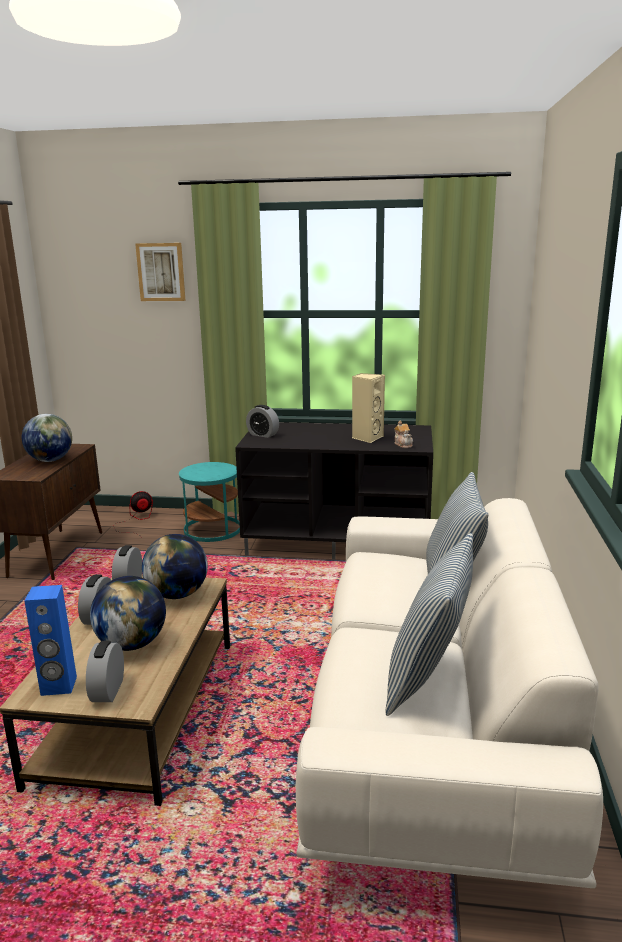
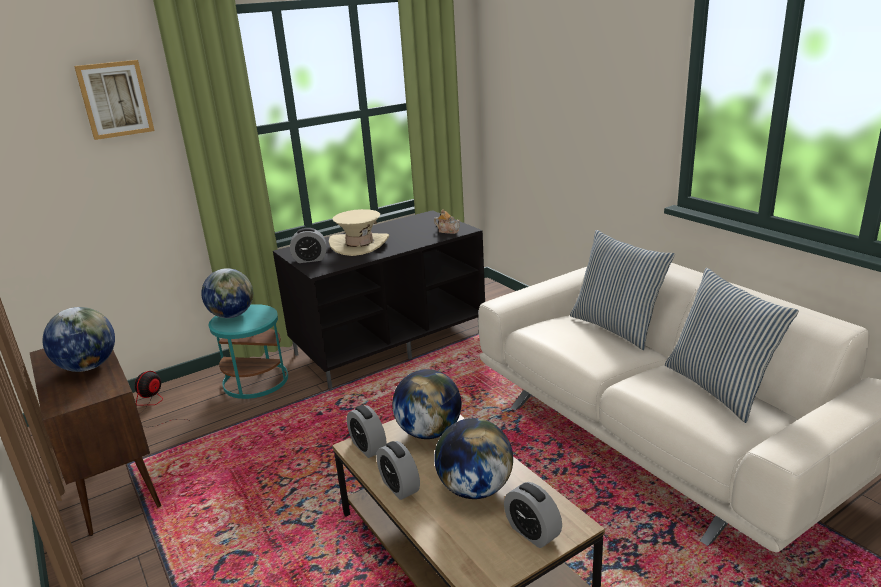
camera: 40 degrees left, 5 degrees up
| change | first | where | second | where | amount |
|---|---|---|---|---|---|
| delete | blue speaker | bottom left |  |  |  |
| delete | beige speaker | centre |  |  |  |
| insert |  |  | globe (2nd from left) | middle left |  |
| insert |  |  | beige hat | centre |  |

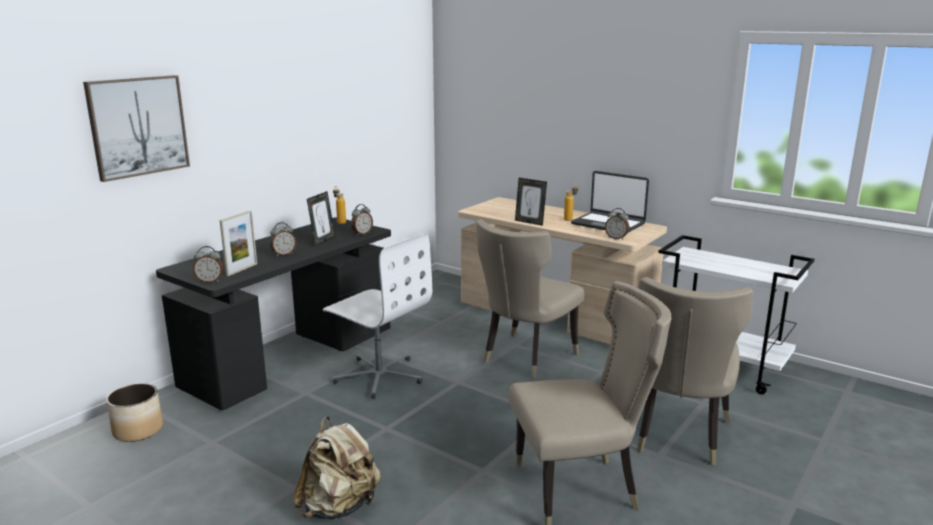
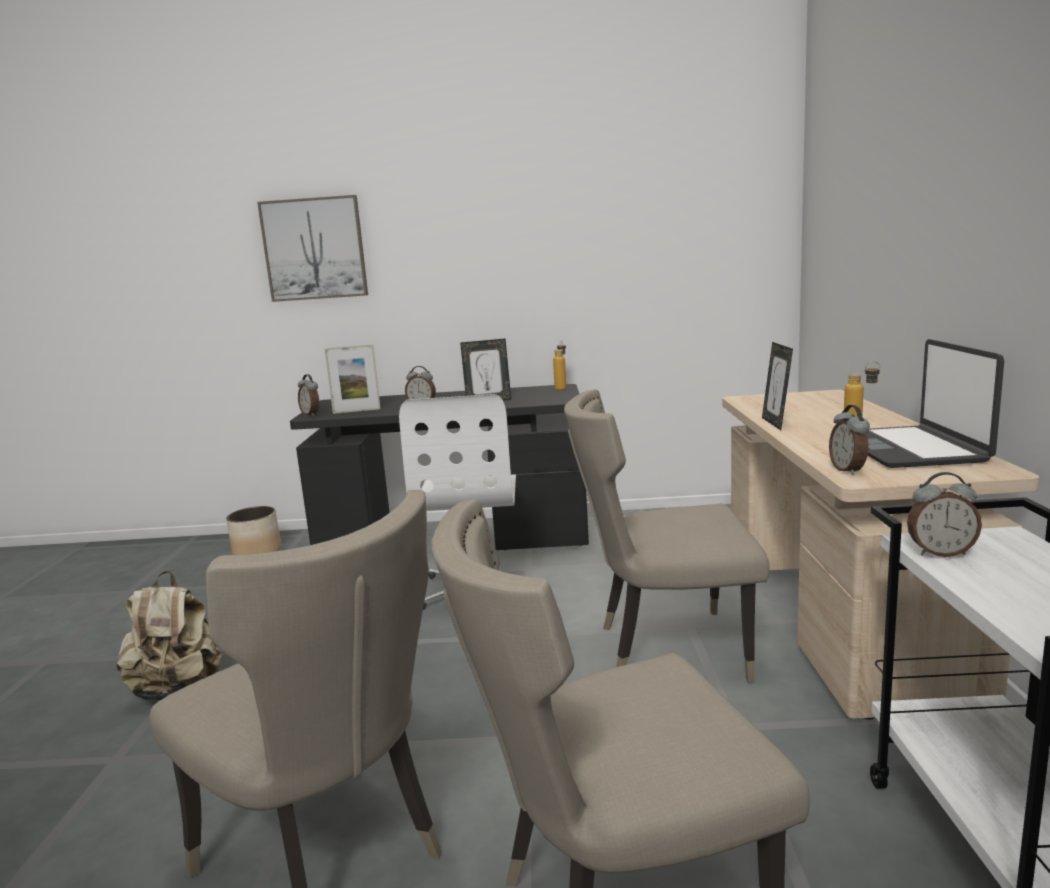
camera: 55 degrees right, 5 degrees down
| change | first | where | second | where | amount |
|---|---|---|---|---|---|
| move | alarm clock (3rd from left in the first image) | centre | alarm clock (4th from left) | middle right |  |

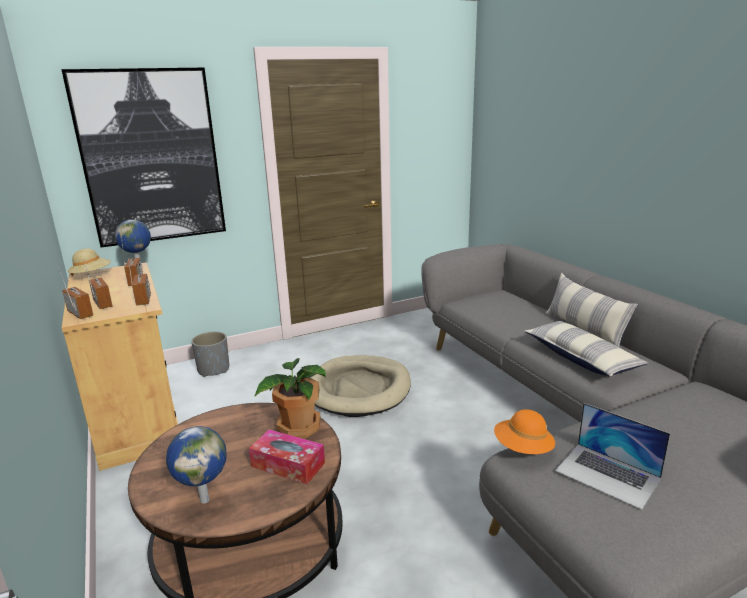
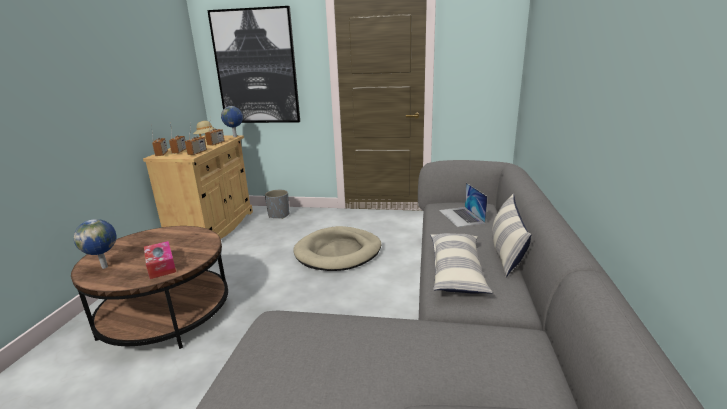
camera: 35 degrees right, 0 degrees up
| change | first | where | second | where | amount |
|---|---|---|---|---|---|
| delete | potted plant | centre |  |  |  |
| delete | orange hat | bottom right |  |  |  |
| move | laptop | bottom right |  | centre |  |

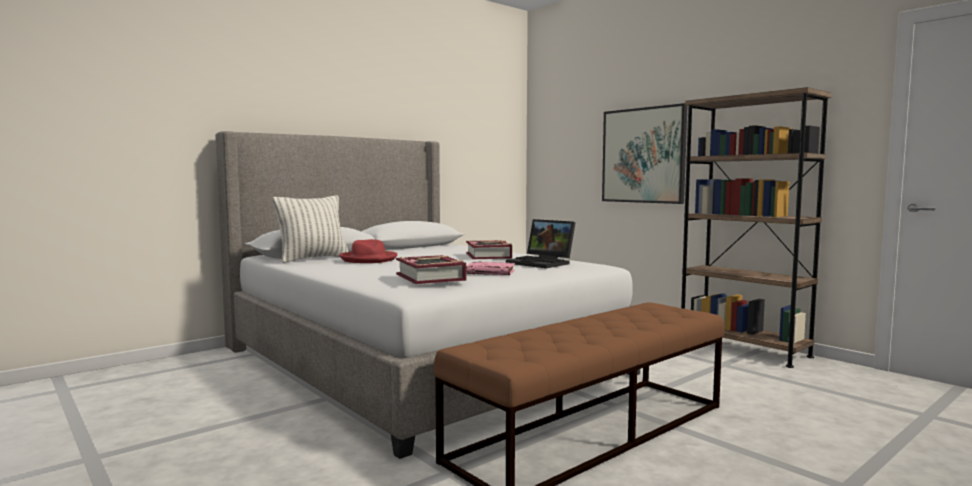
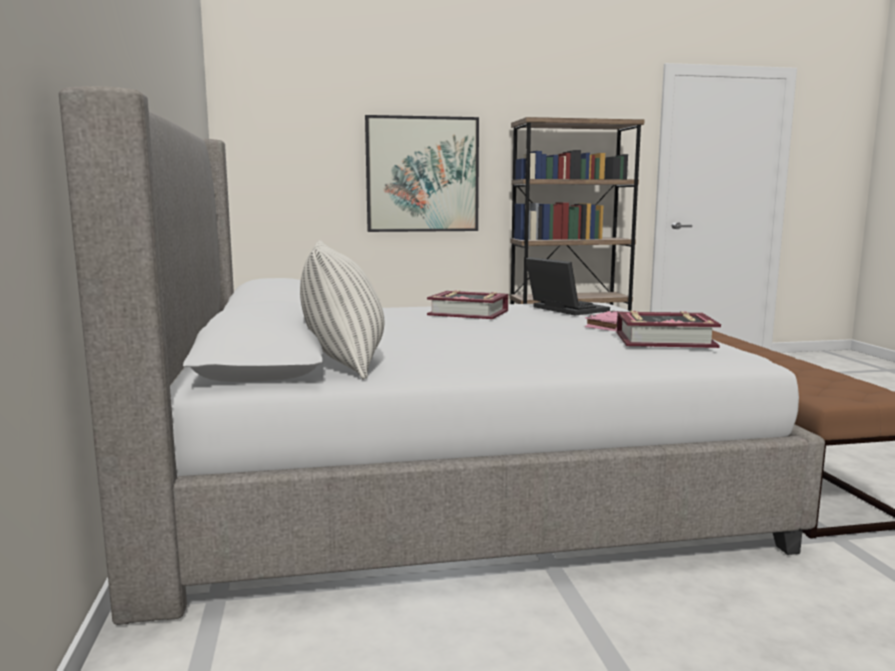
camera: 60 degrees left, 5 degrees up
| change | first | where | second | where | amount |
|---|---|---|---|---|---|
| delete | red hat | centre |  |  |  |
| rotate | laptop | centre |  | centre | 105 degrees counterclockwise |

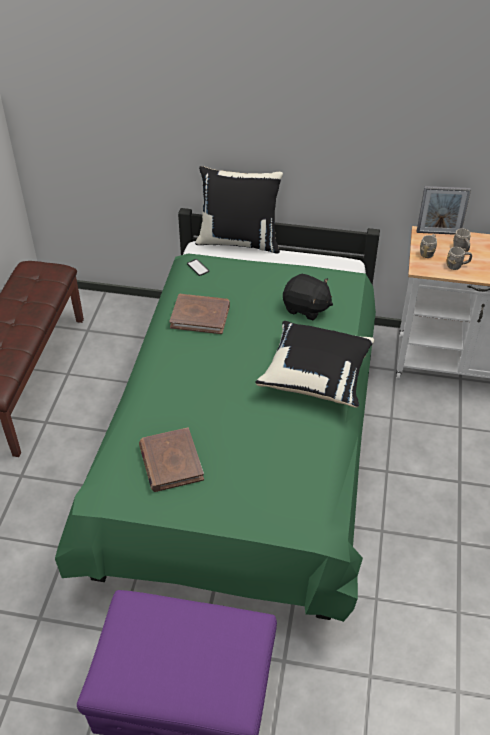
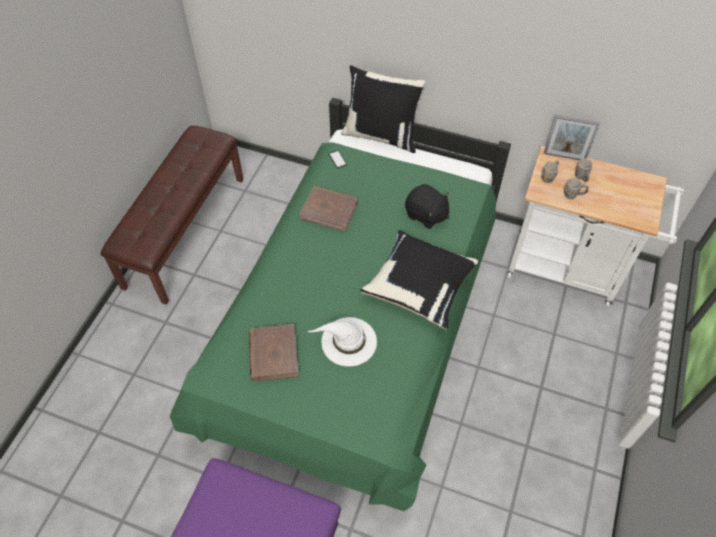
camera: 10 degrees right, 10 degrees up
| change | first | where | second | where | amount |
|---|---|---|---|---|---|
| insert |  |  | white hat | centre |  |

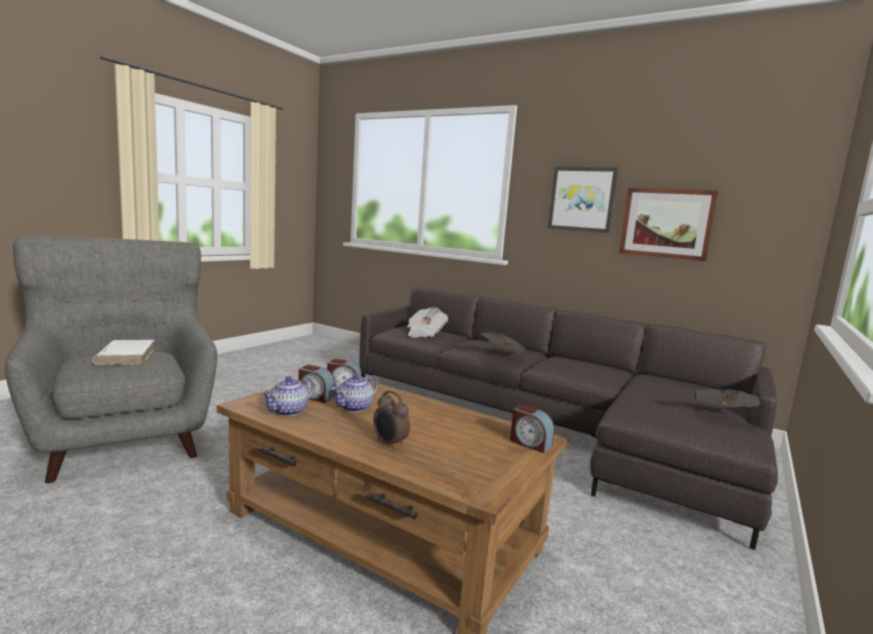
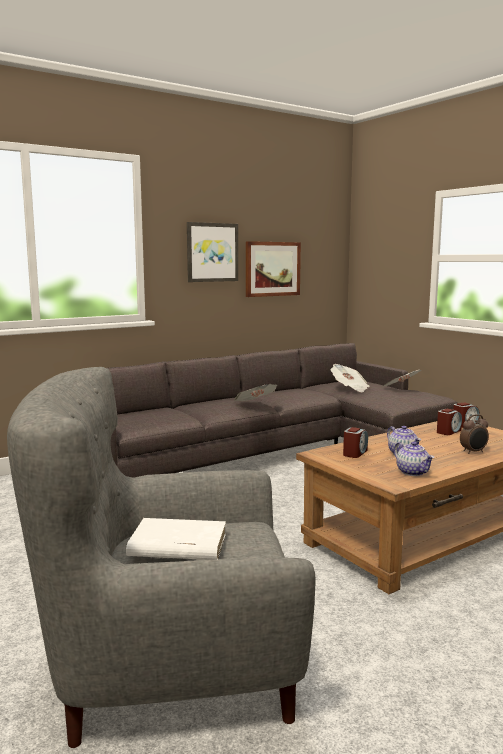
camera: 65 degrees left, 0 degrees up
| change | first | where | second | where | amount |
|---|---|---|---|---|---|
| move | alarm clock (1st from left in the first image) | centre | alarm clock (2nd from left) | middle right |  |
| move | newspaper (1st from left in the first image) | centre | newspaper (2nd from left) | middle right |  |

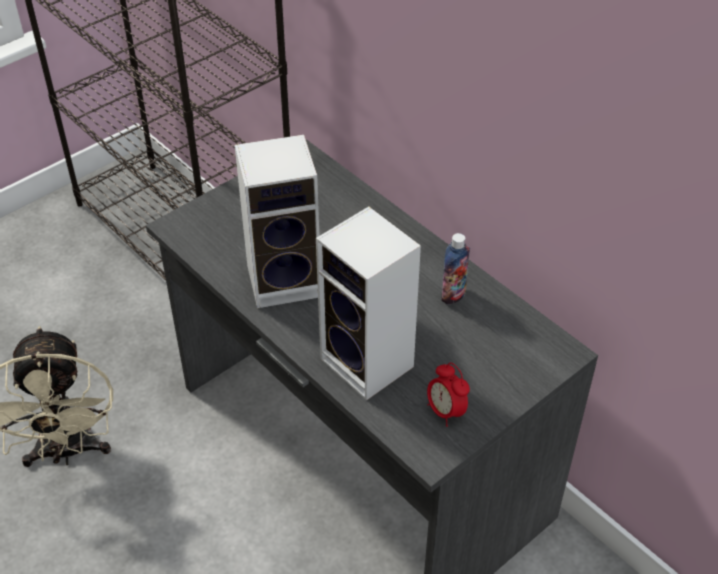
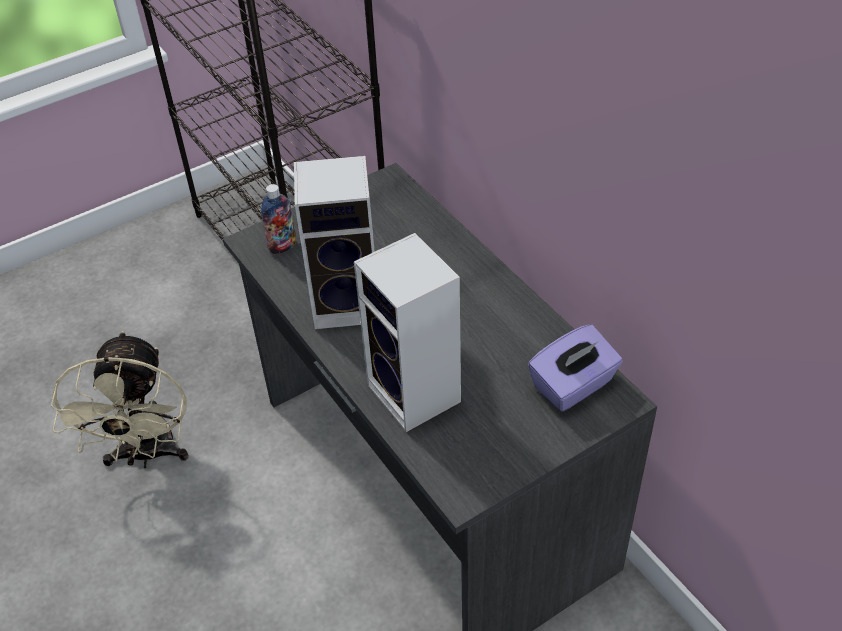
camera: 10 degrees right, 0 degrees up
| change | first | where | second | where | amount |
|---|---|---|---|---|---|
| delete | alarm clock | bottom centre |  |  |  |
| move | bottle | centre |  | middle left |  |
| insert |  |  | purple tissue box | middle right |  |

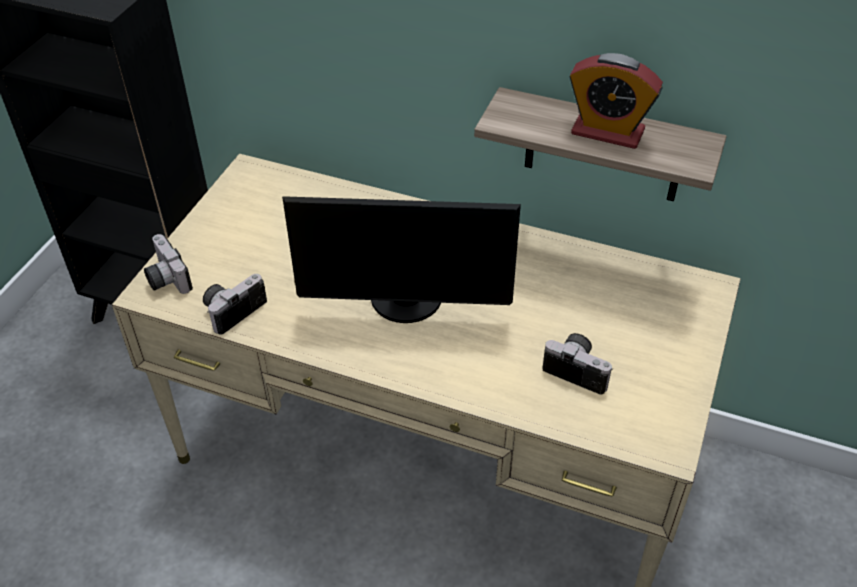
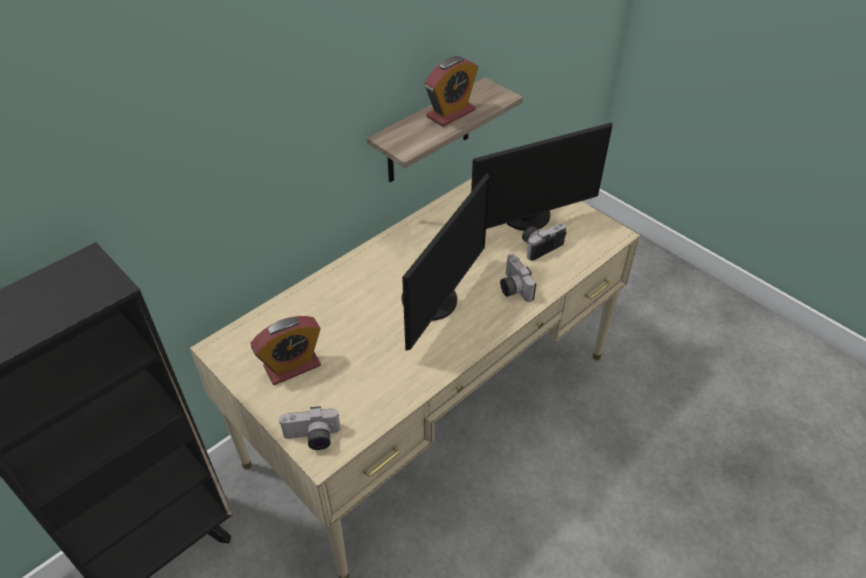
camera: 65 degrees left, 0 degrees up
| change | first | where | second | where | amount |
|---|---|---|---|---|---|
| move | photo camera (2nd from left) | middle left |  | centre |  |
| insert |  |  | alarm clock (1st from left) | middle left |  |
| insert |  |  | monitor (2nd from left) | top centre |  |

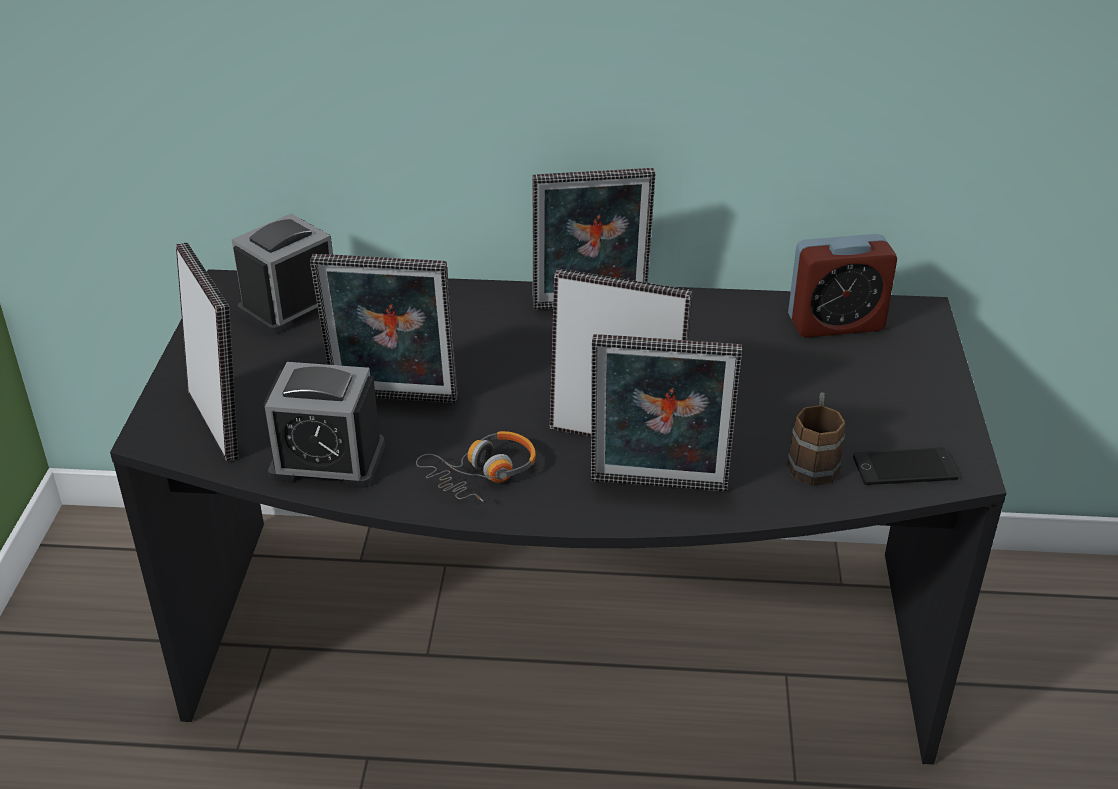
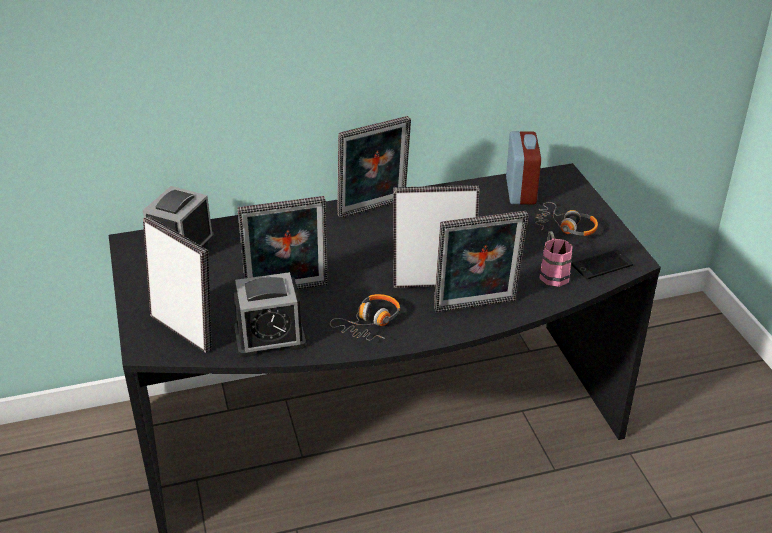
camera: 20 degrees left, 0 degrees up
| change | first | where | second | where | amount |
|---|---|---|---|---|---|
| recolor | brown mug | middle right | pink mug | middle right |  |
| rotate | alarm clock (3rd from left) | middle right |  | top right | 60 degrees counterclockwise |
| insert |  |  | headphones (2nd from left) | middle right |  |

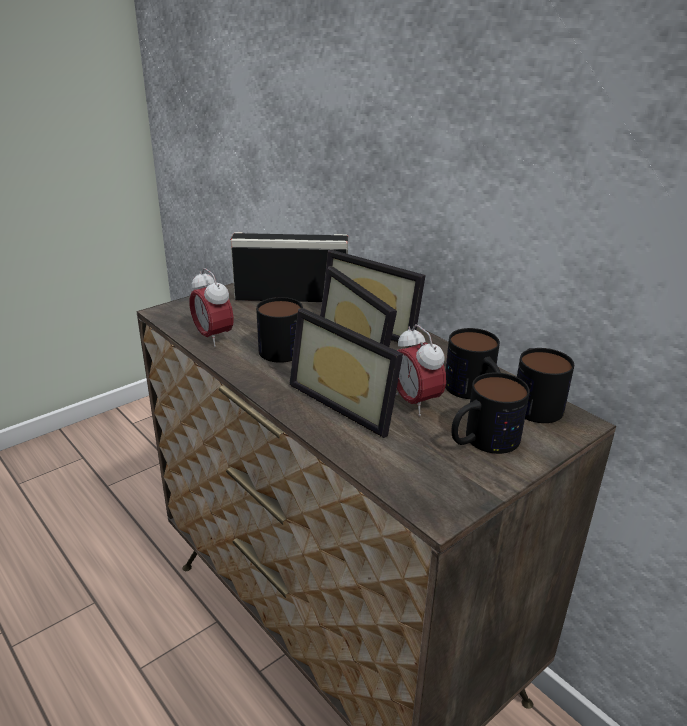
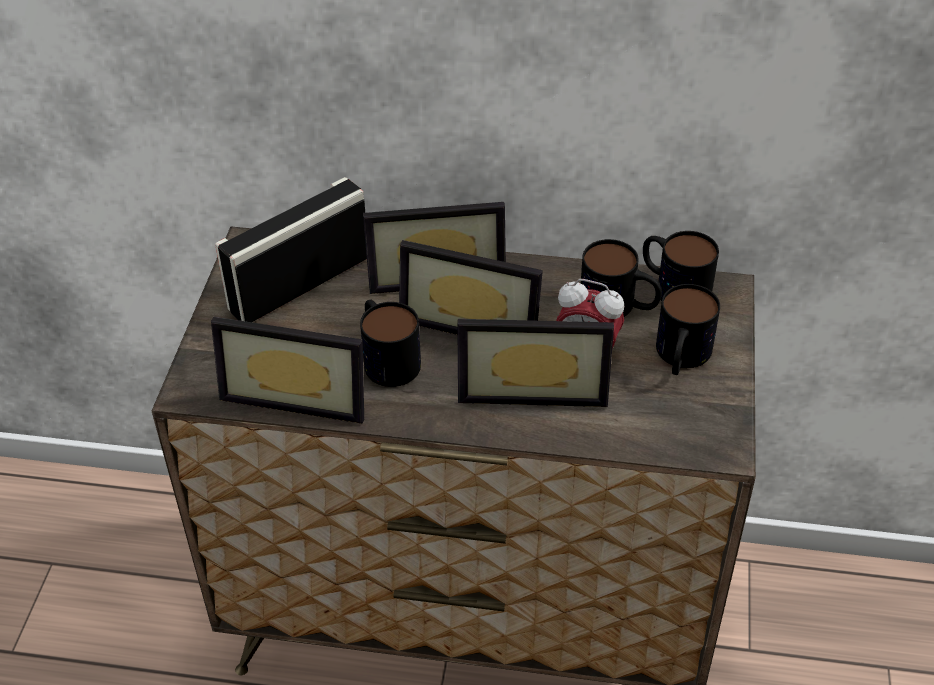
camera: 40 degrees left, 15 degrees up
| change | first | where | second | where | amount |
|---|---|---|---|---|---|
| replace | alarm clock (1st from left) | middle left | picture frame (1st from left) | middle left |  |

